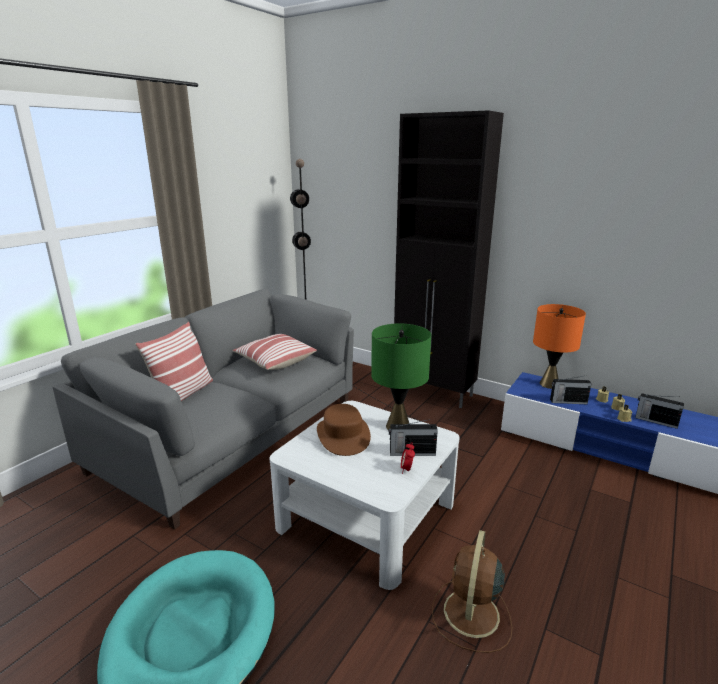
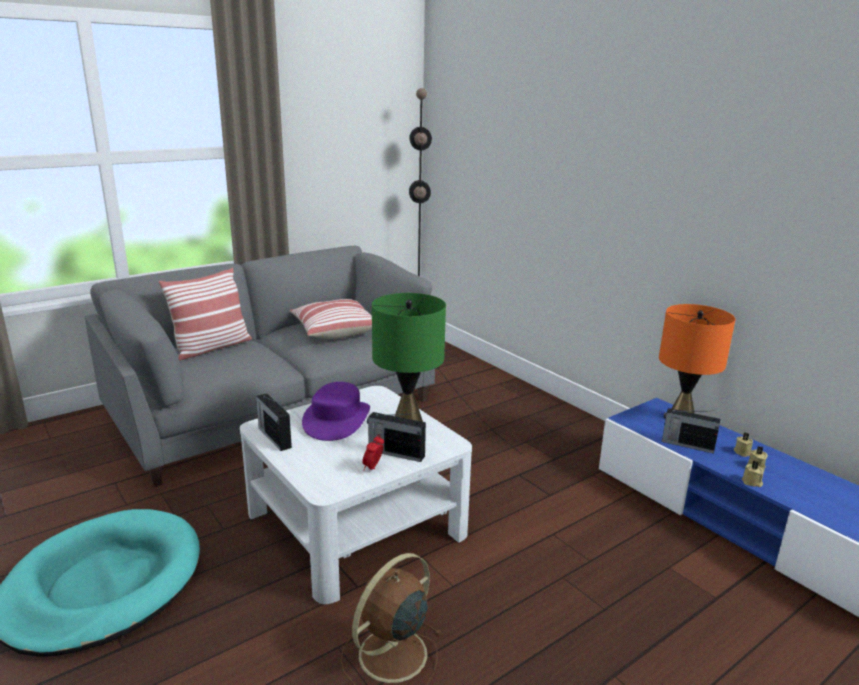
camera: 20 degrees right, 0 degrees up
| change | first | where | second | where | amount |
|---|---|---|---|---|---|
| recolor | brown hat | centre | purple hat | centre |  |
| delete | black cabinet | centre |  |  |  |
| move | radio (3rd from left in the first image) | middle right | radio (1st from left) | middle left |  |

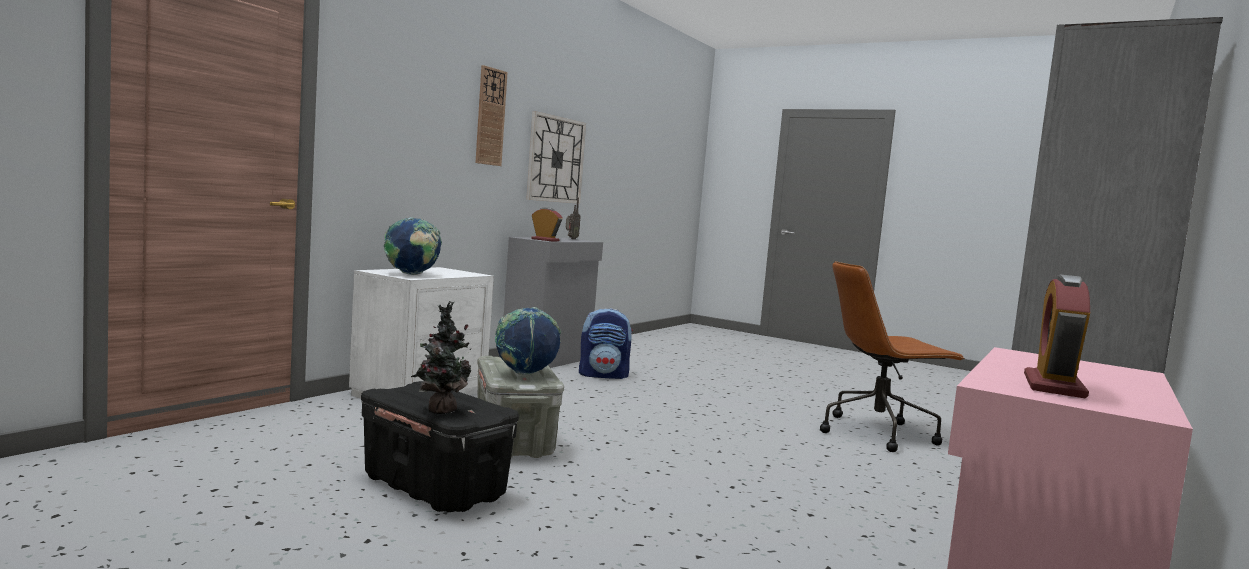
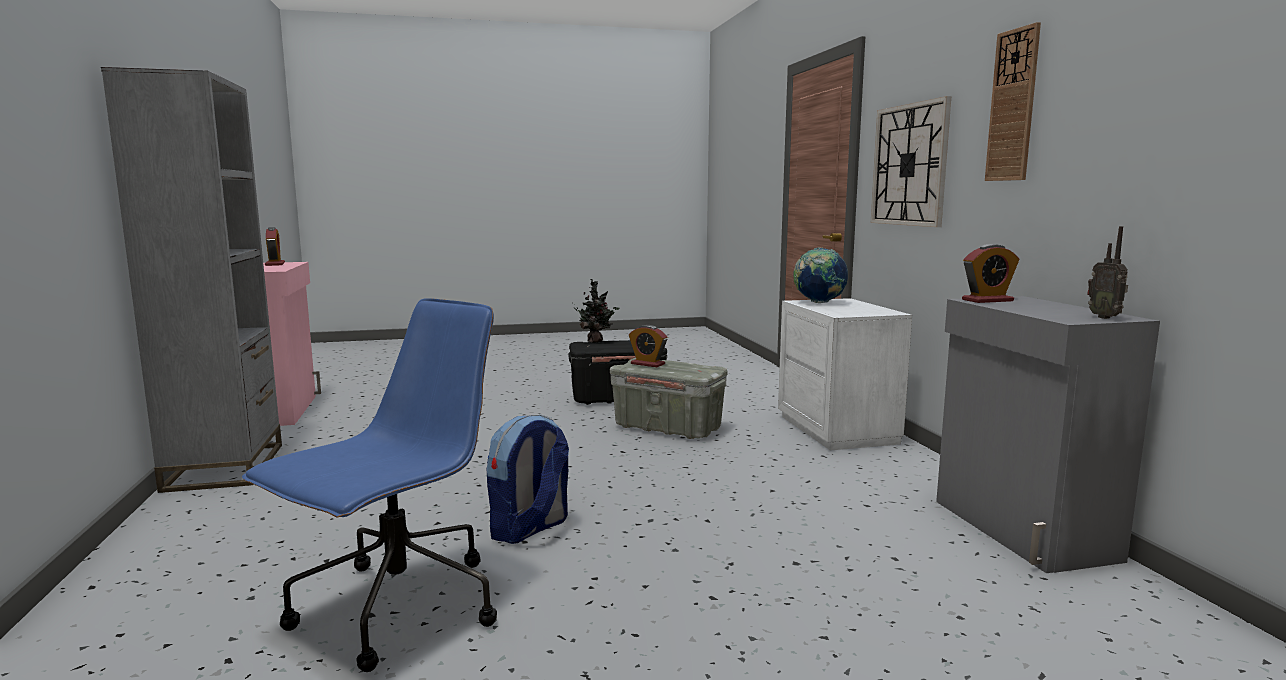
camera: 135 degrees right, 5 degrees up
| change | first | where | second | where | amount |
|---|---|---|---|---|---|
| replace | globe (2nd from left) | centre | alarm clock (2nd from left) | centre |  |
| move | wall clock (2nd from left in the first image) | top centre | wall clock (1st from left) | top right |  |
| move | backpack | centre |  | bottom centre |  |
| recolor | brown office chair | middle right | blue office chair | bottom left |  |

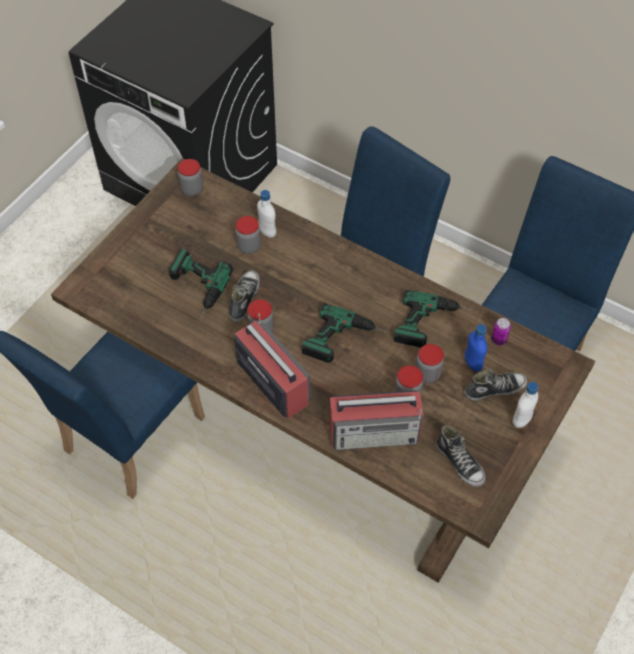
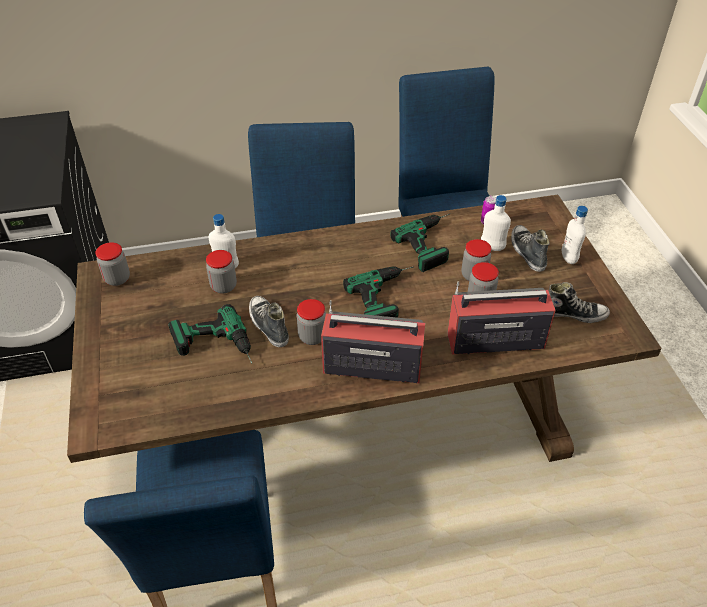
camera: 45 degrees left, 10 degrees down
| change | first | where | second | where | amount |
|---|---|---|---|---|---|
| rotate | radio (2nd from left) | centre |  | middle right | 135 degrees counterclockwise |
| recolor | blue bottle | middle right | white bottle (2nd from left) | middle right |  |
| rotate | shoe (3rd from left in the first image) | middle right | shoe (2nd from left) | middle right | 45 degrees counterclockwise |

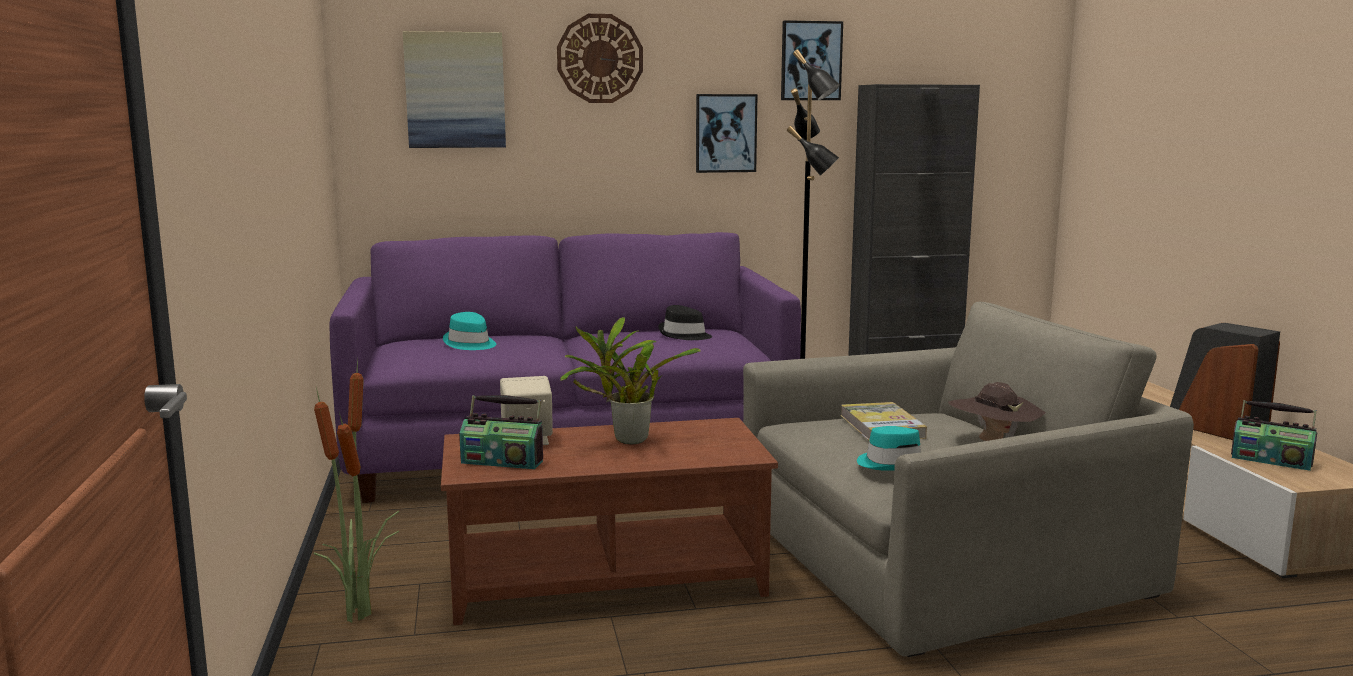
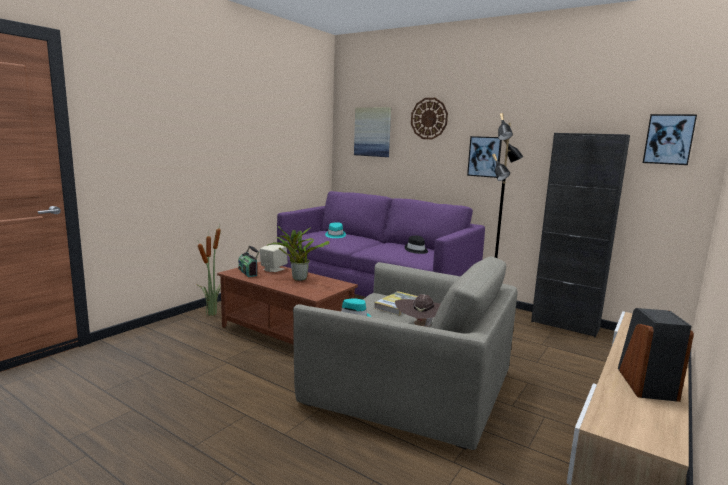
camera: 45 degrees right, 0 degrees up
| change | first | where | second | where | amount |
|---|---|---|---|---|---|
| move | picture (3rd from left) | top centre |  | top right |  |
| delete | radio (2nd from left) | middle right |  |  |  |

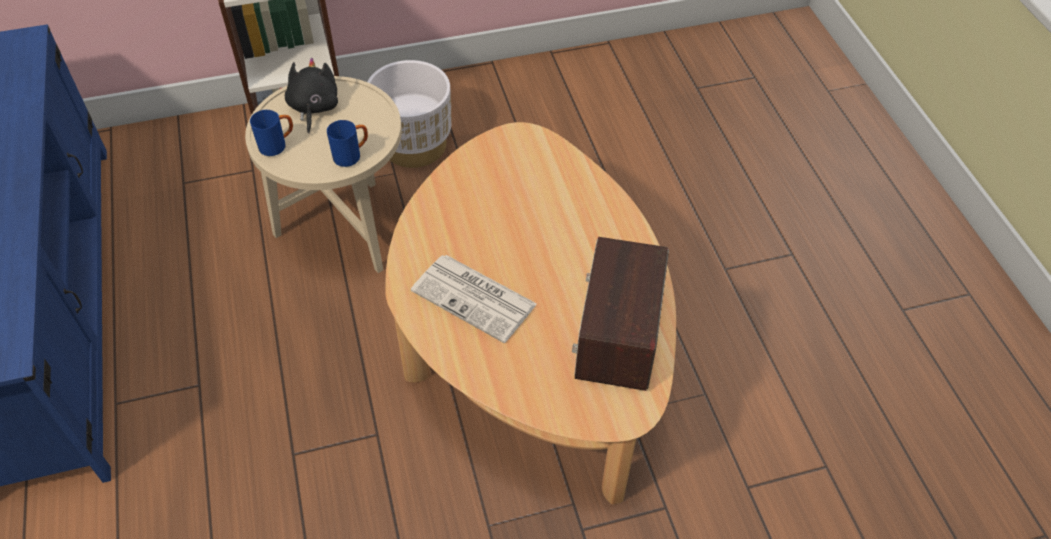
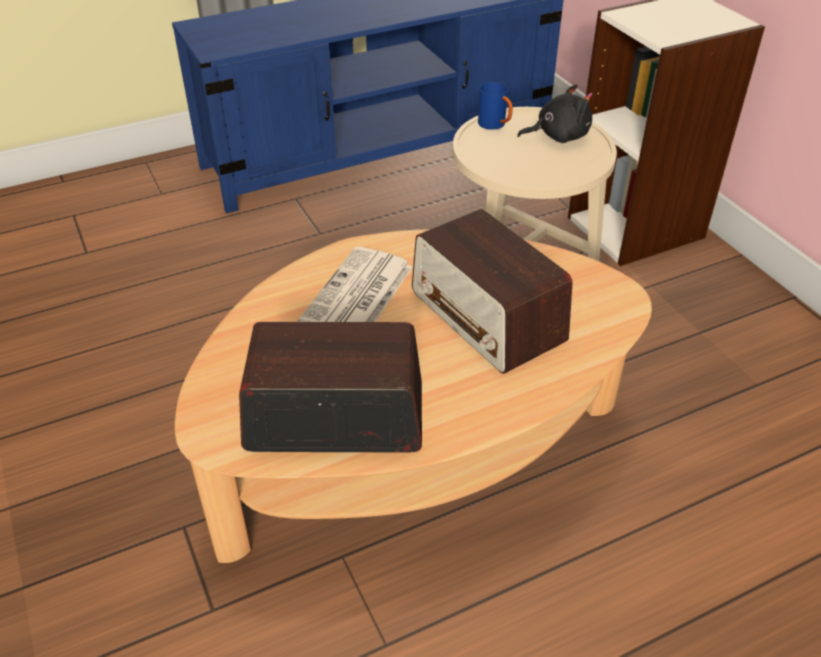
camera: 80 degrees right, 10 degrees down
| change | first | where | second | where | amount |
|---|---|---|---|---|---|
| delete | blue mug (2nd from left) | top left |  |  |  |
| delete | white planter | top centre |  |  |  |
| insert |  |  | radio (2nd from left) | centre |  |

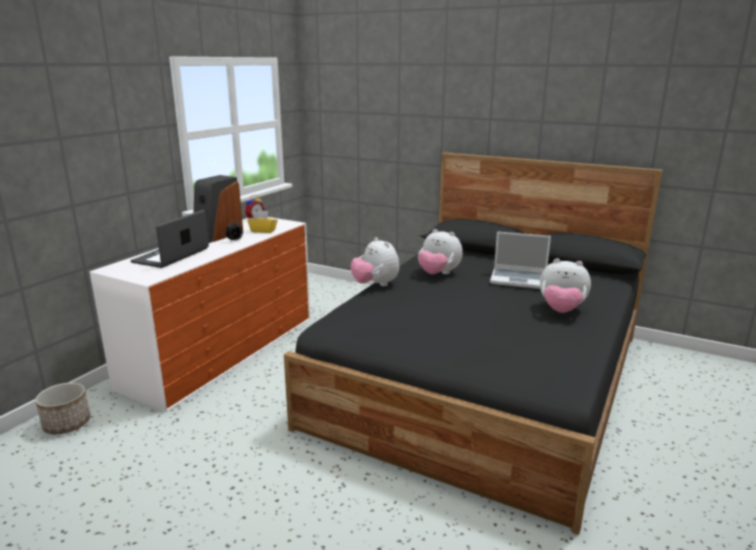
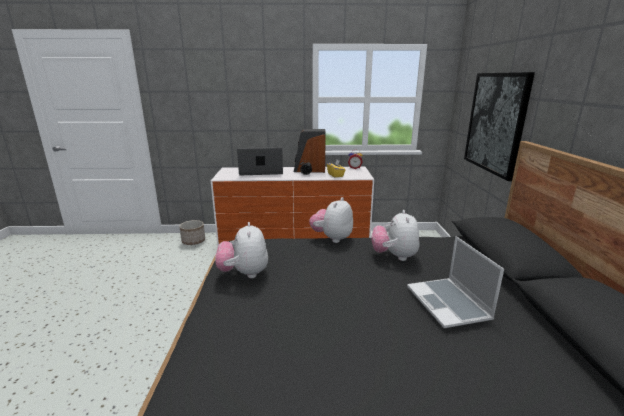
camera: 60 degrees right, 0 degrees up
| change | first | where | second | where | amount |
|---|---|---|---|---|---|
| move | plush toy (3rd from left in the first image) | middle right | plush toy (1st from left) | centre |  |
| insert |  |  | picture | top right |  |

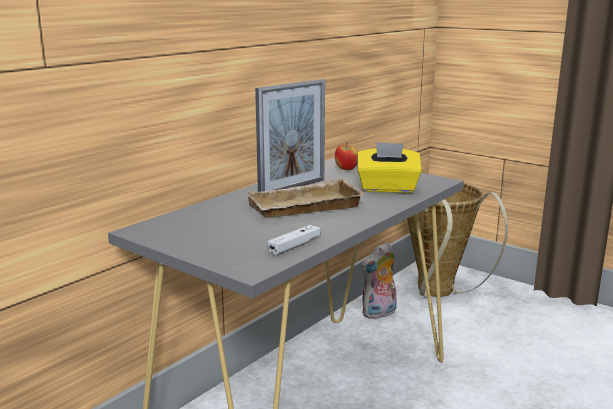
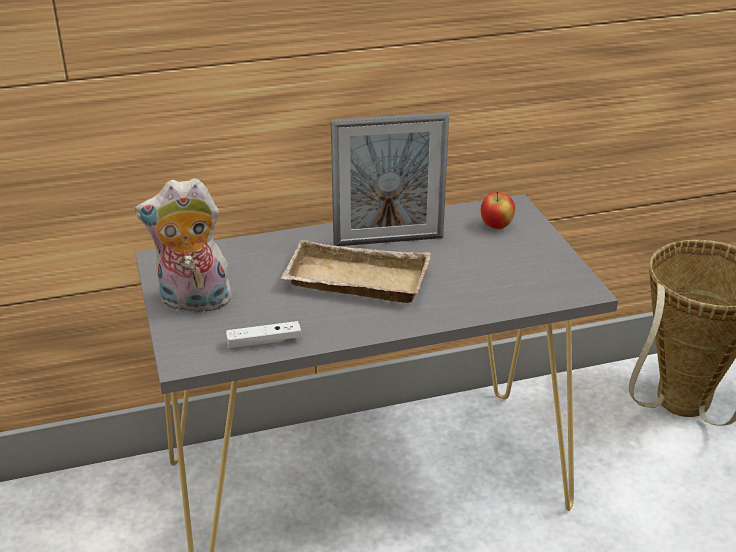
camera: 35 degrees right, 15 degrees up
| change | first | where | second | where | amount |
|---|---|---|---|---|---|
| delete | yellow tissue box | centre |  |  |  |
| move | plush toy | bottom centre |  | middle left |  |

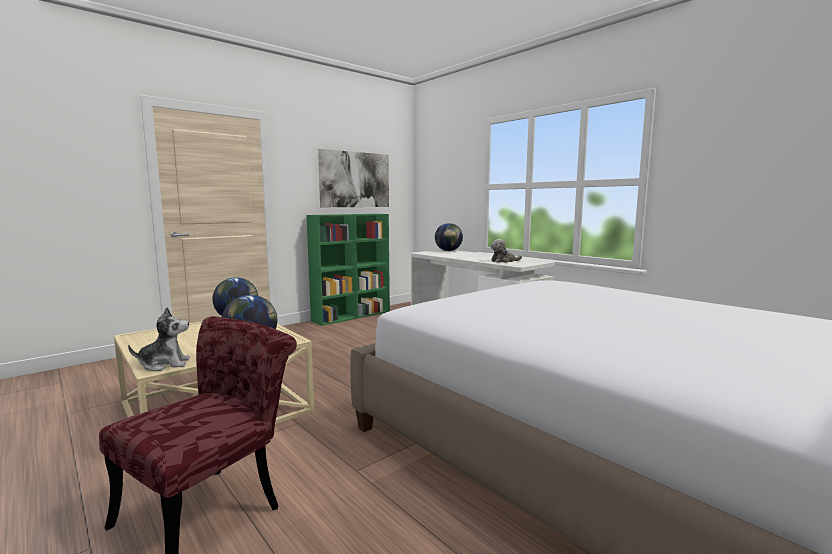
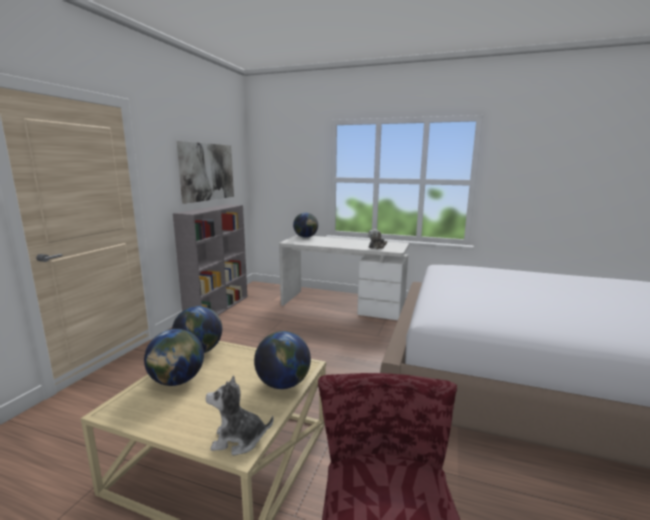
camera: 30 degrees left, 5 degrees up
| change | first | where | second | where | amount |
|---|---|---|---|---|---|
| rotate | plush toy (1st from left) | middle left |  | bottom centre | 135 degrees counterclockwise |
| recolor | green bookcase | centre | grey bookcase | middle left |  |
| insert |  |  | globe (1st from left) | bottom left |  |

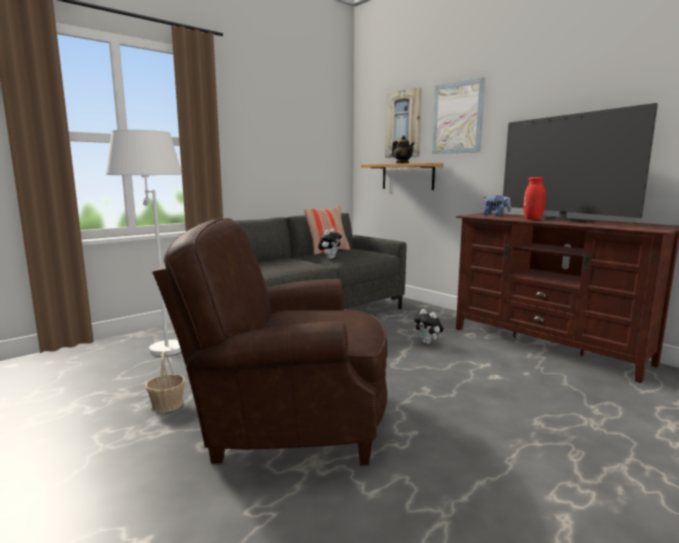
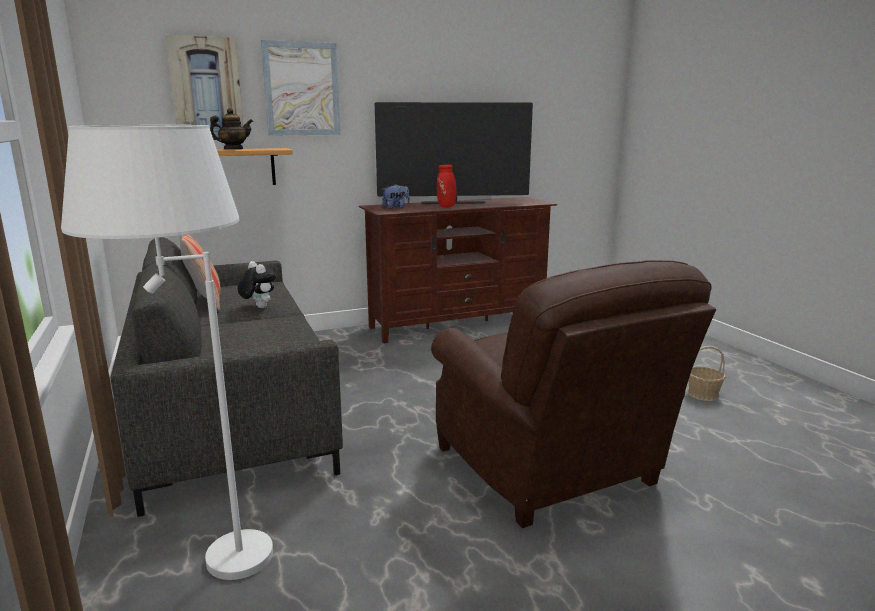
camera: 70 degrees left, 5 degrees up
| change | first | where | second | where | amount |
|---|---|---|---|---|---|
| move | basket | bottom left |  | middle right |  |
| rotate | brown armchair | centre |  | centre | 45 degrees counterclockwise |
| delete | plush toy (2nd from left) | centre |  |  |  |

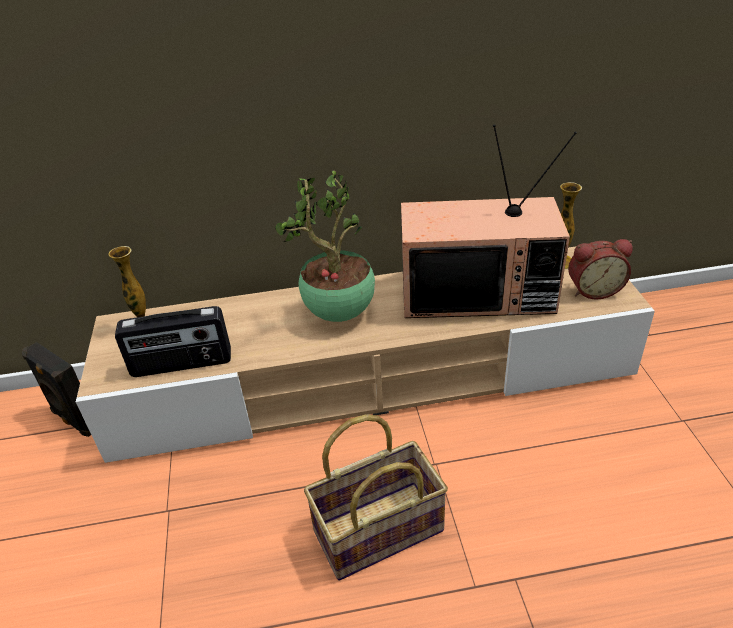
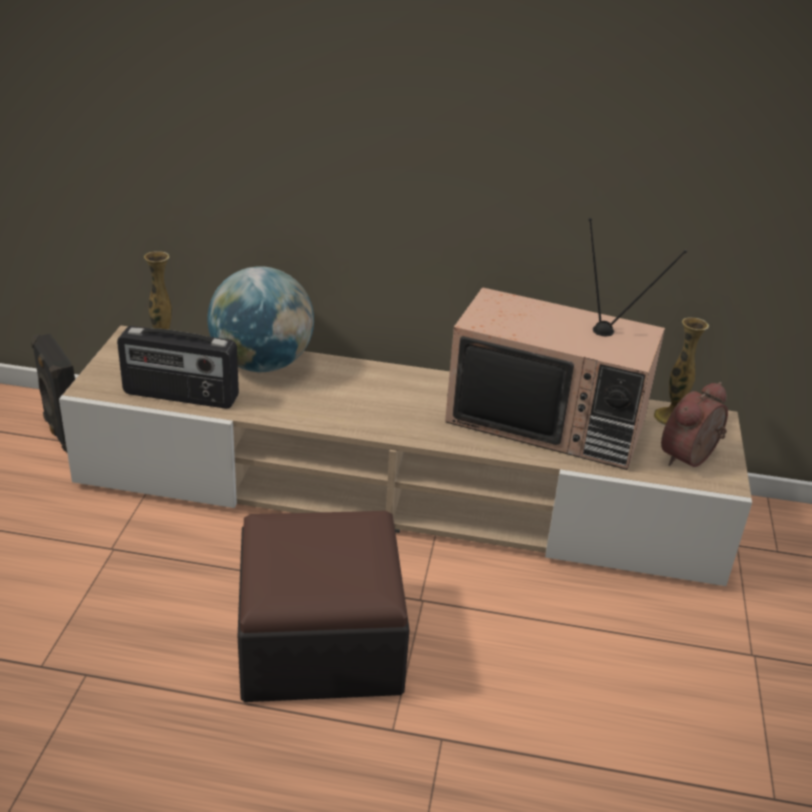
camera: 15 degrees right, 5 degrees down
| change | first | where | second | where | amount |
|---|---|---|---|---|---|
| delete | potted plant | centre |  |  |  |
| replace | basket | bottom centre | ottoman | bottom centre |  |
| rotate | alarm clock | middle right |  | middle right | 120 degrees clockwise |
| insert |  |  | globe | middle left |  |

